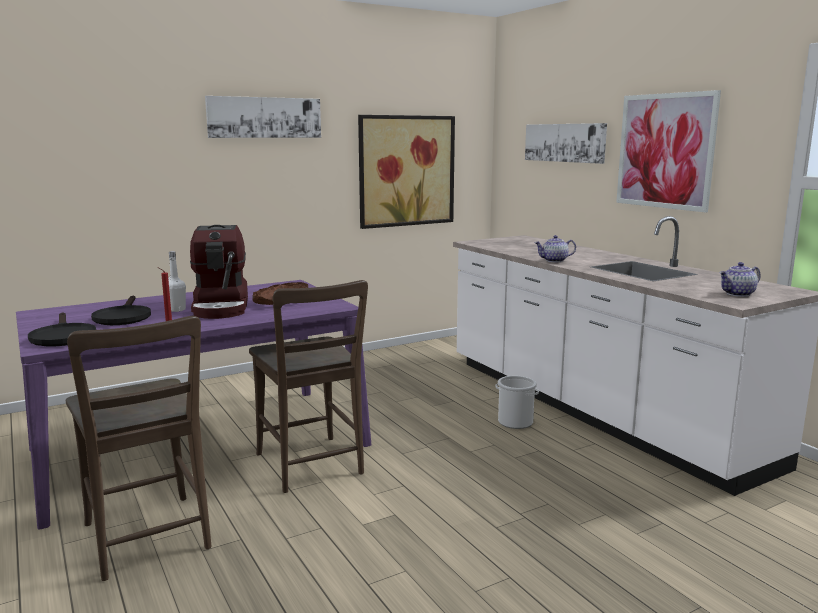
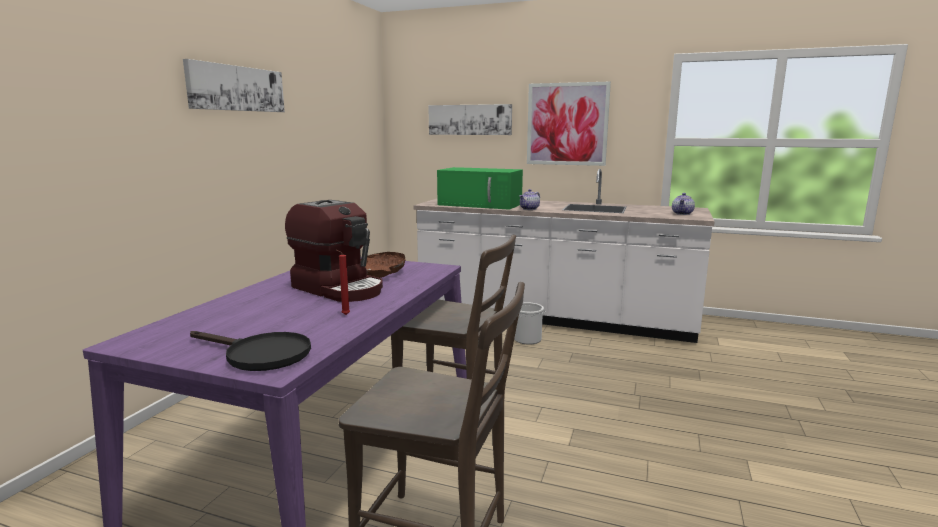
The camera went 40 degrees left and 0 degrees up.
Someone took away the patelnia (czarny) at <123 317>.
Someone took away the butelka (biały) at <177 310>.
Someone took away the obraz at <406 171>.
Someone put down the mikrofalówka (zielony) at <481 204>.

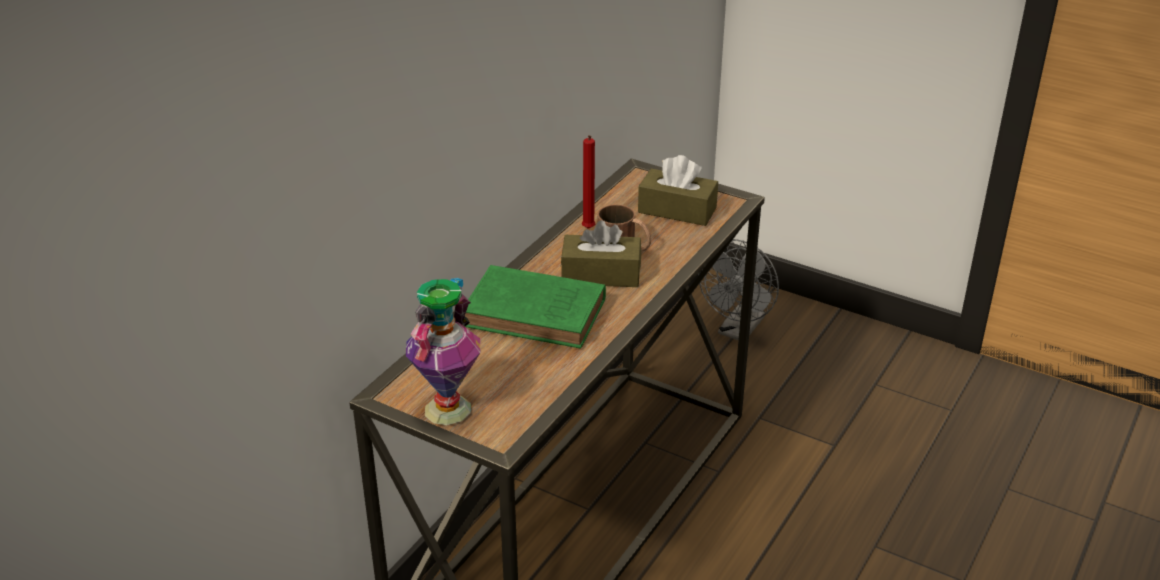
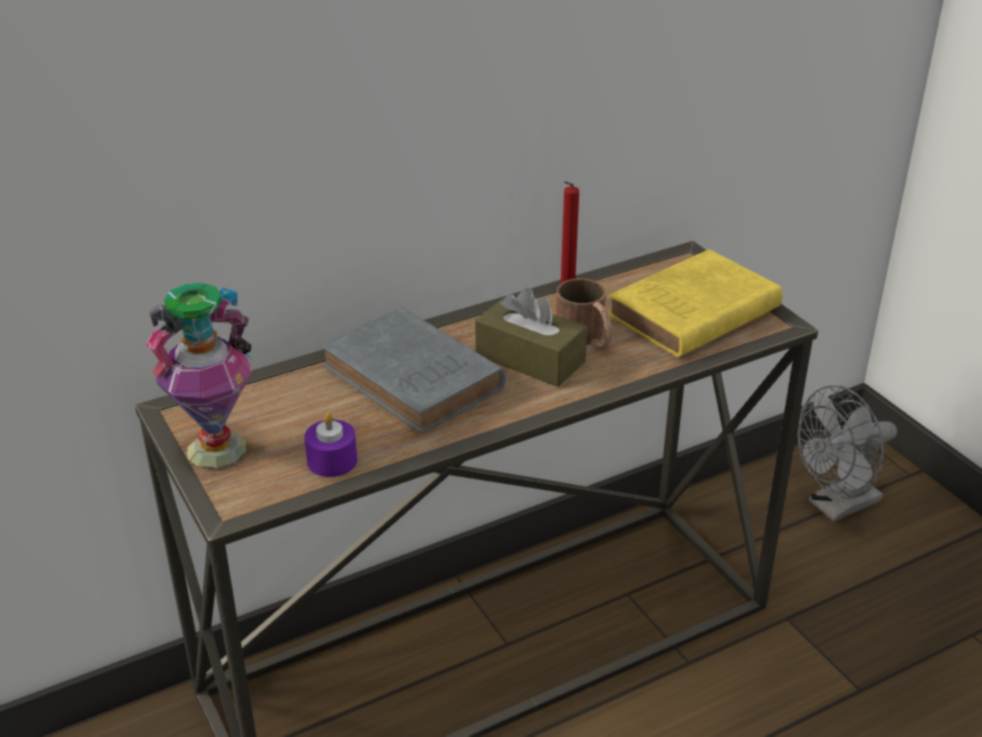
The camera went 30 degrees right and 0 degrees up.
Someone put down the świeca (fioletowy) at <332 460>.
Someone swapped the pudełko chusteczek (brązowy) at <677 210> for the książka (żółty) at <690 313>.
Someone repainted the książka (zielony) at <538 314>, which became the książka (szary) at <415 379>.

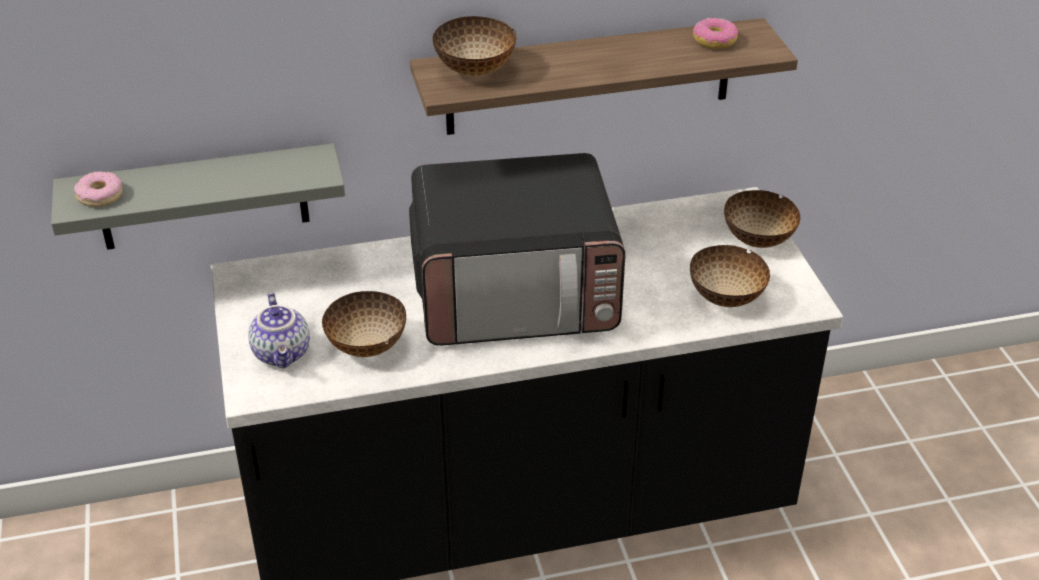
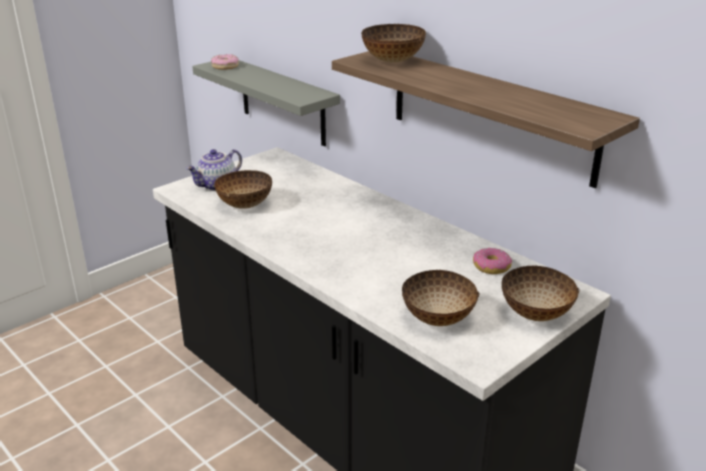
The camera went 60 degrees right and 10 degrees down.
Someone took away the mikrofalówka at <516 293>.
Someone carried the donut from <714 41> to <491 267>.

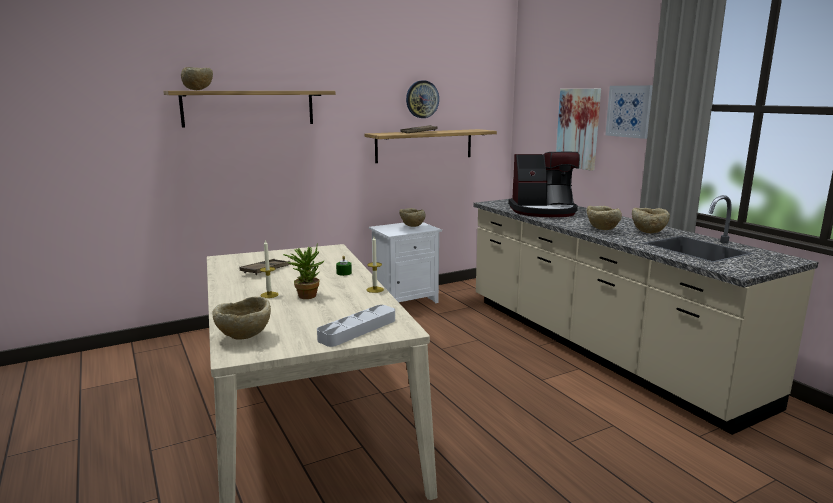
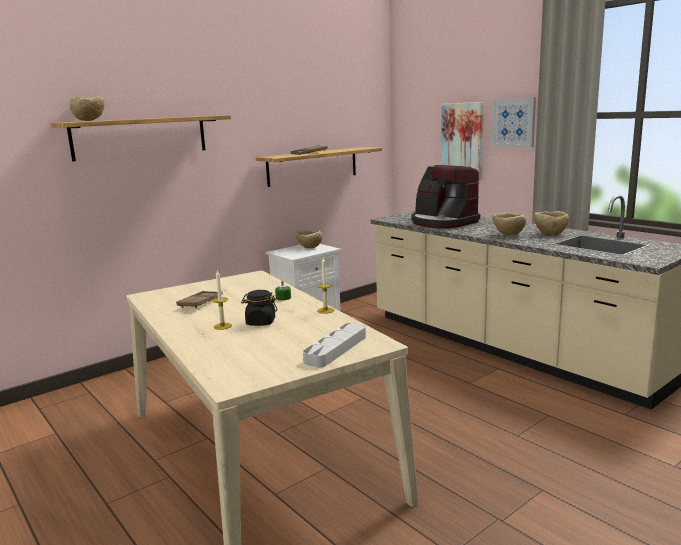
The camera went 10 degrees left and 0 degrees up.
Someone took away the miska (beżowy) at <244 338>.
Someone took away the zegar ścienny at <422 99>.
Someone swapped the roślina doniczkowa at <306 295> for the słoik (czarny) at <260 322>.
Someone rotated the ekspres do kawy at <543 211> by 60 degrees clockwise.

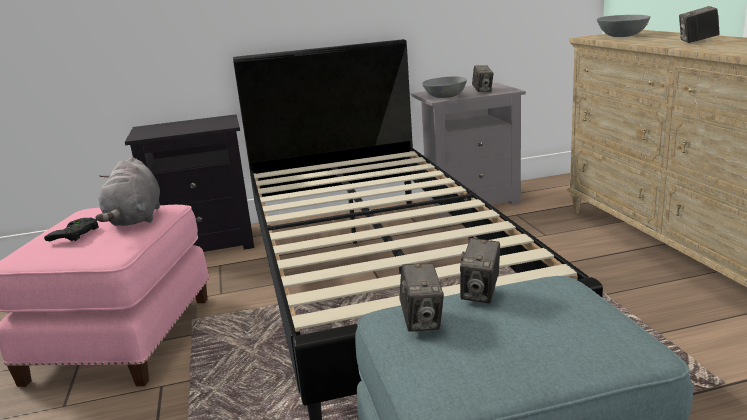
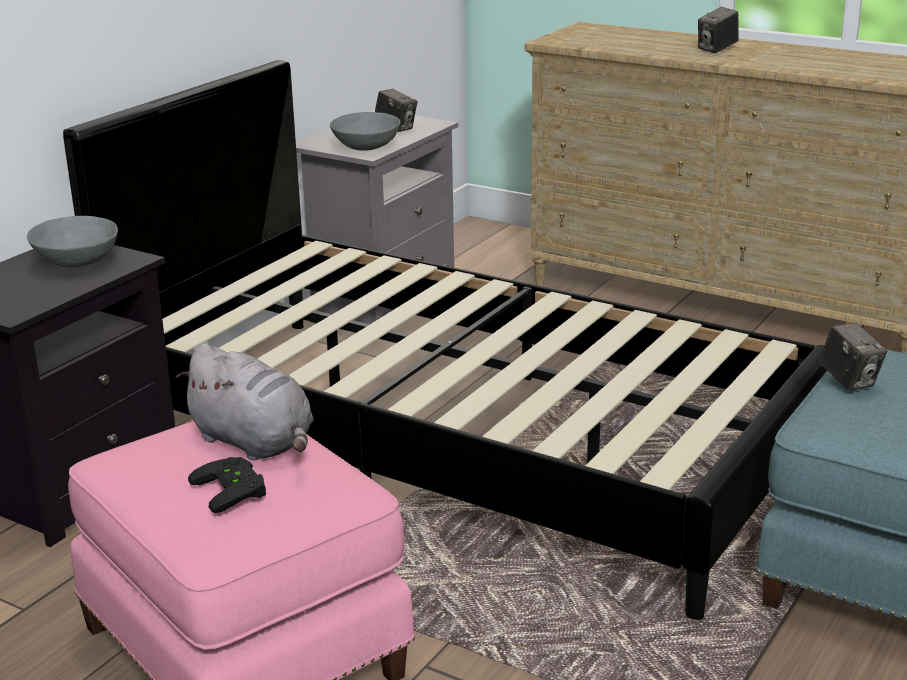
The camera went 45 degrees left and 5 degrees up.
Someone took away the aparat fotograficzny at <422 321>.
Someone carried the miska (szary) from <621 36> to <76 261>.

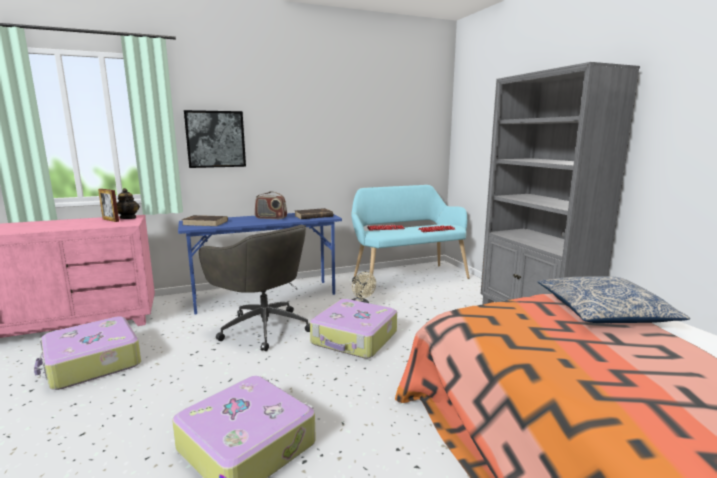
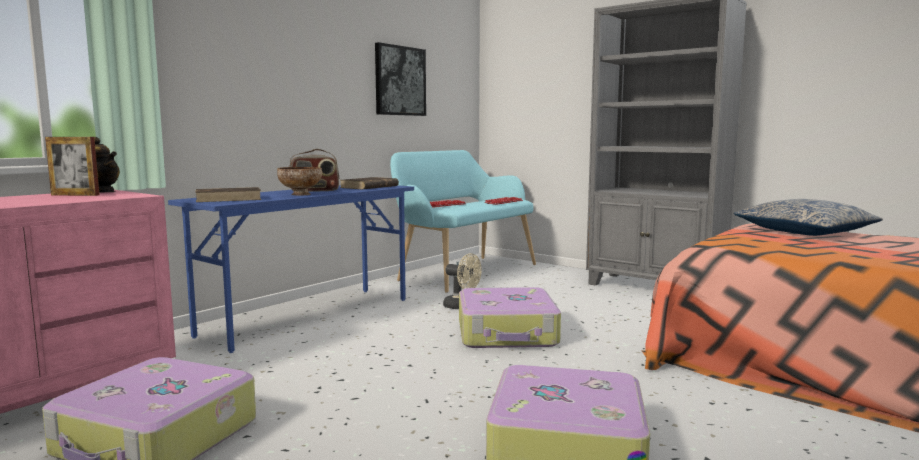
The camera went 30 degrees left and 5 degrees down.
Someone took away the krzesło biurowe (szary) at <263 327>.
Someone put down the miska at <300 194>.
Someone carried the obraz from <215 139> to <399 81>.

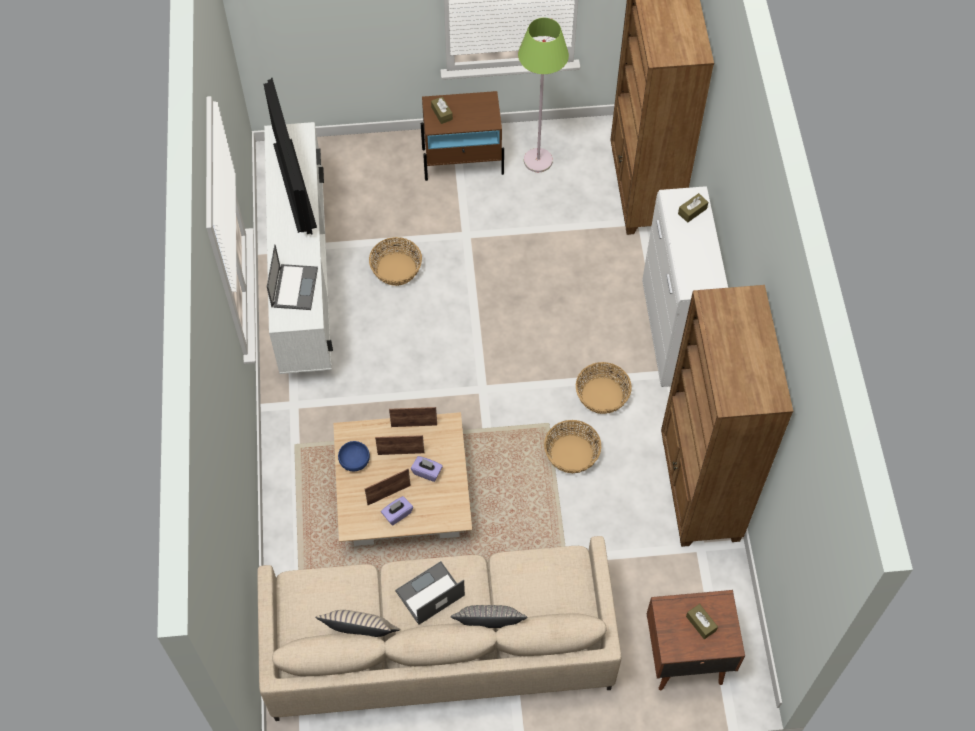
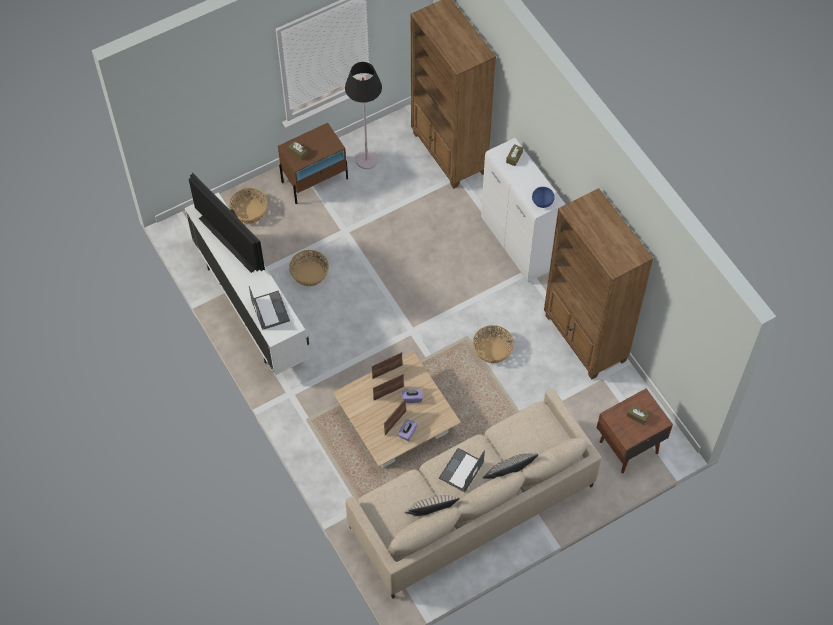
The camera went 25 degrees left and 0 degrees up.
Someone carried the miska (niebieski) from <354 461> to <542 201>.
Someone carried the koszyk from <602 395> to <249 211>.
Someone repainted the lampa stojąca (zielony) at <538 160>, which became the lampa stojąca (czarny) at <367 160>.

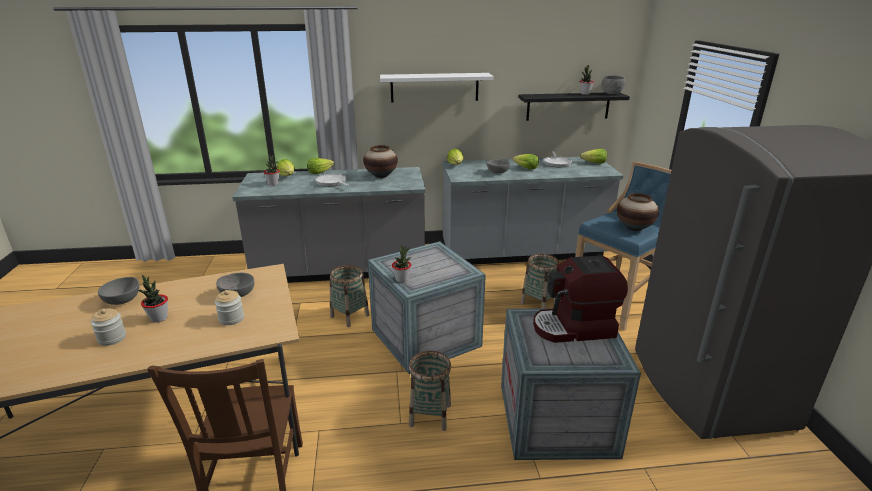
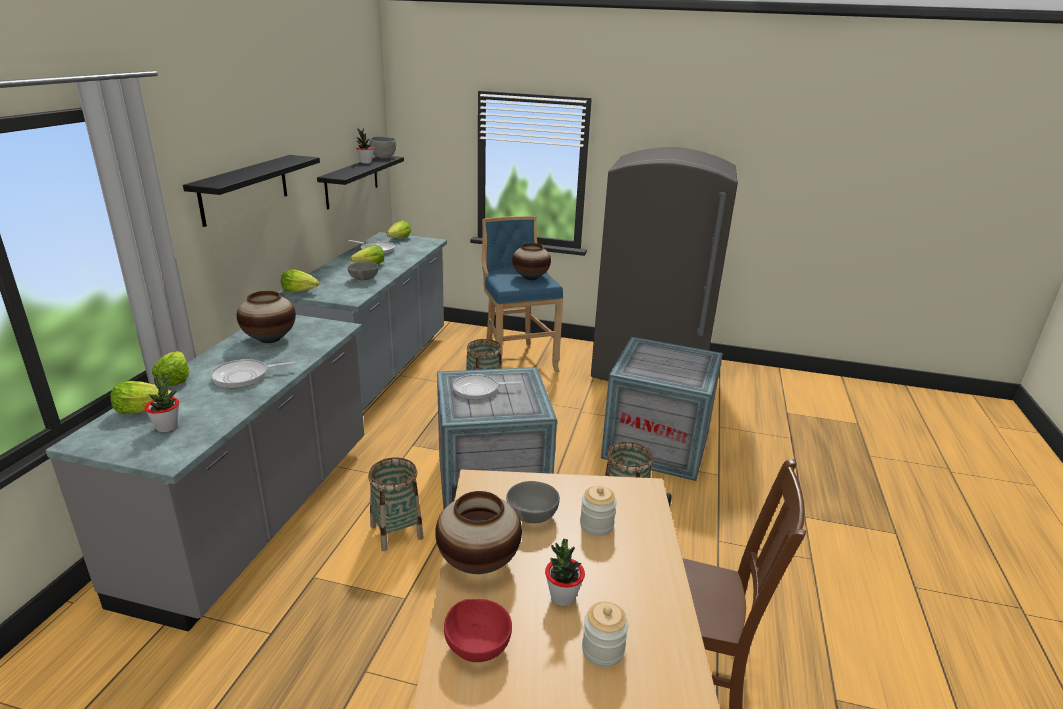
The camera went 70 degrees left and 0 degrees up.
Someone took away the roślina doniczkowa at <402 279>.
Someone took away the ekspres do kawy at <574 328>.
Someone put down the wazon at <479 562>.
Someone put down the patelnia at <479 390>.
Someone repainted the miska (szary) at <124 300>, which became the miska (czerwony) at <478 644>.
Someone repainted the półka (biały) at <434 87>, which became the półka (czarny) at <245 189>.

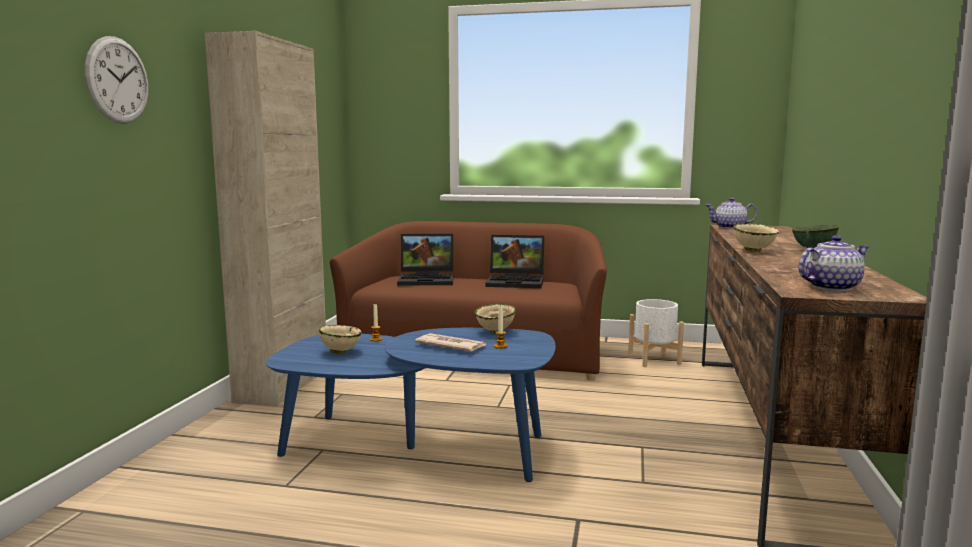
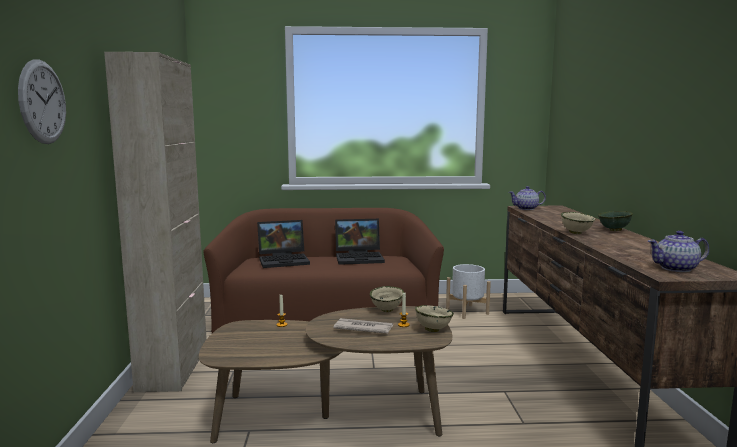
The camera went 15 degrees left and 0 degrees up.
Someone carried the miska (beżowy) from <340 352> to <432 330>.
Someone repainted the ława (niebieski) at <416 446>, which became the ława (brązowy) at <329 415>.
Someone rotated the imbryk at <830 287> by 150 degrees counterclockwise.

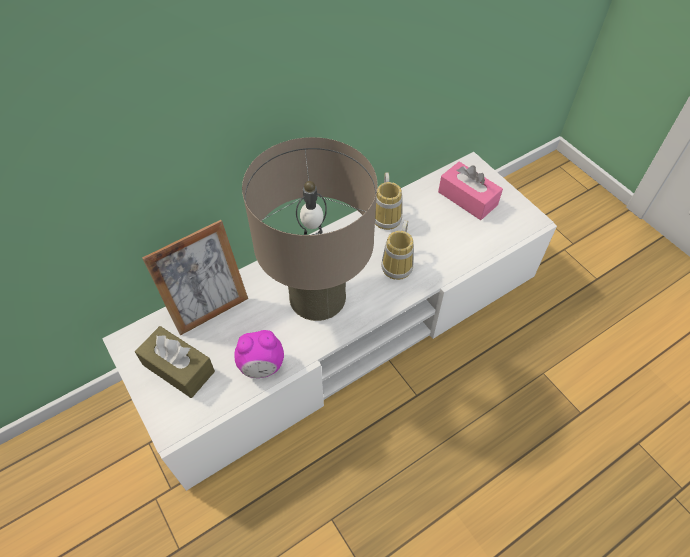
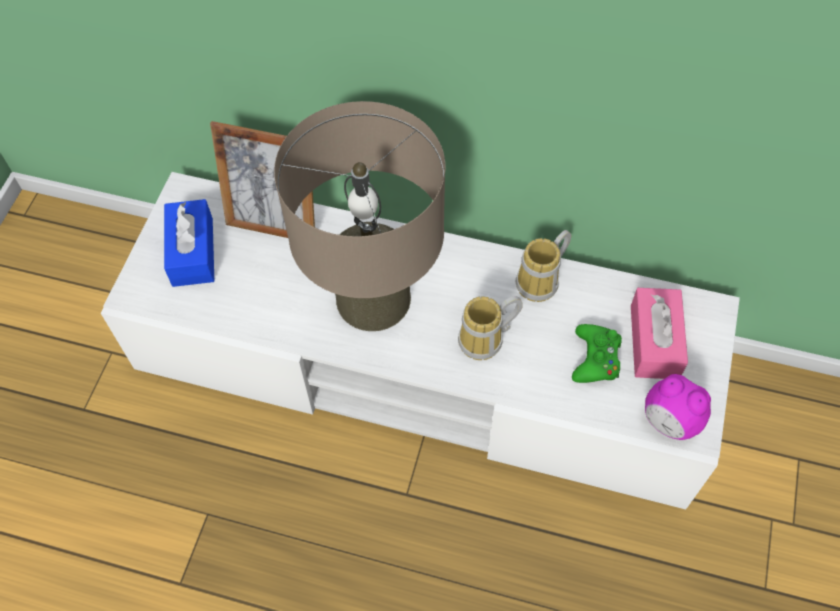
The camera went 50 degrees right and 5 degrees up.
Someone put down the pad do gier (zielony) at <596 359>.
Someone carried the budzik from <262 366> to <669 421>.
Someone repainted the pudełko chusteczek (brązowy) at <178 368>, which became the pudełko chusteczek (niebieski) at <192 252>.

